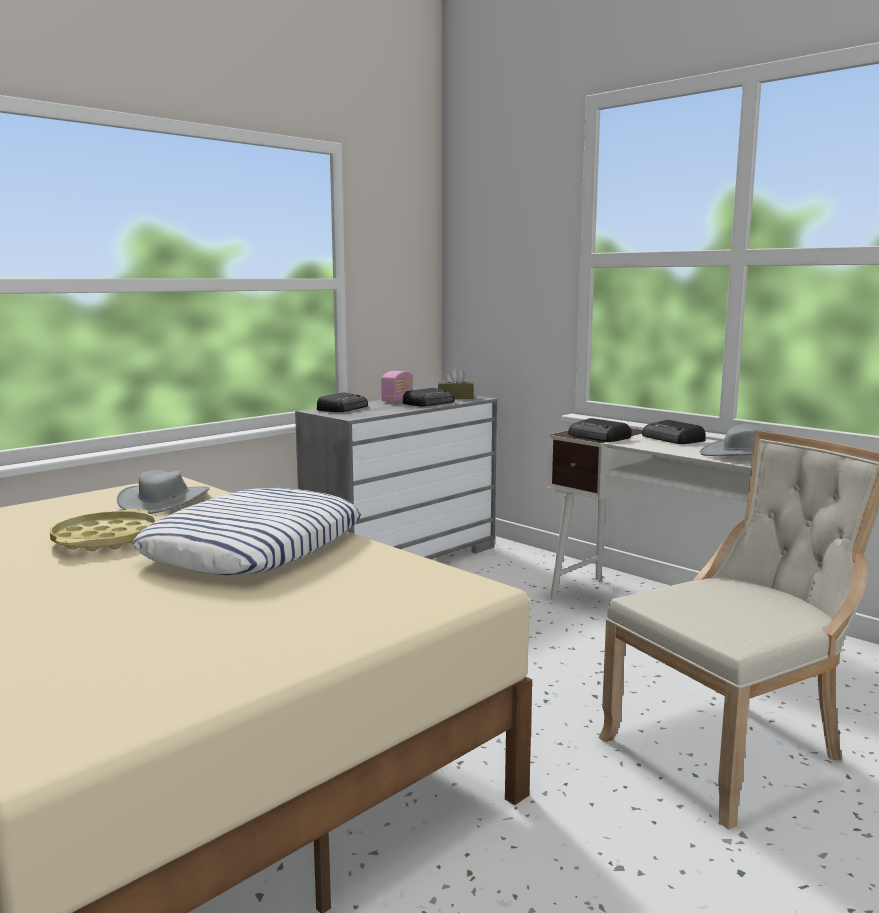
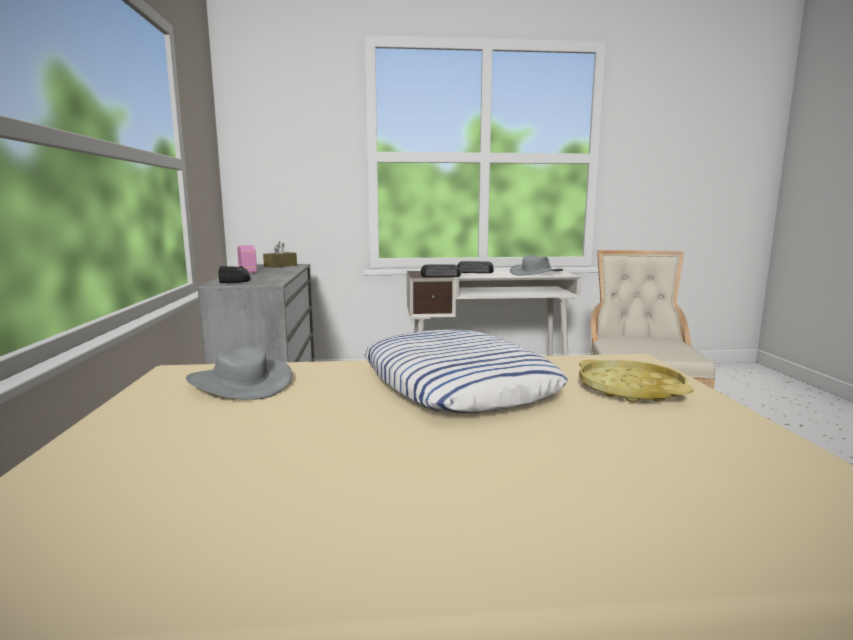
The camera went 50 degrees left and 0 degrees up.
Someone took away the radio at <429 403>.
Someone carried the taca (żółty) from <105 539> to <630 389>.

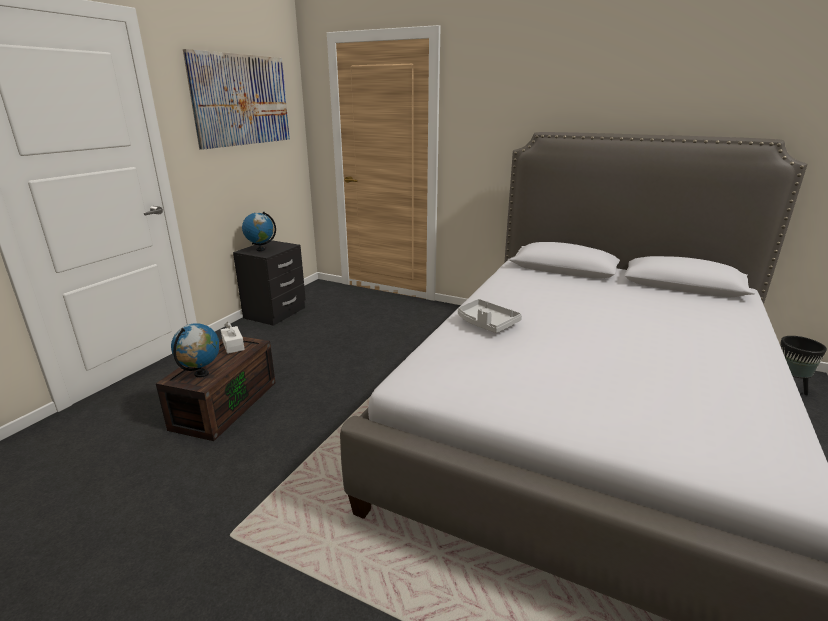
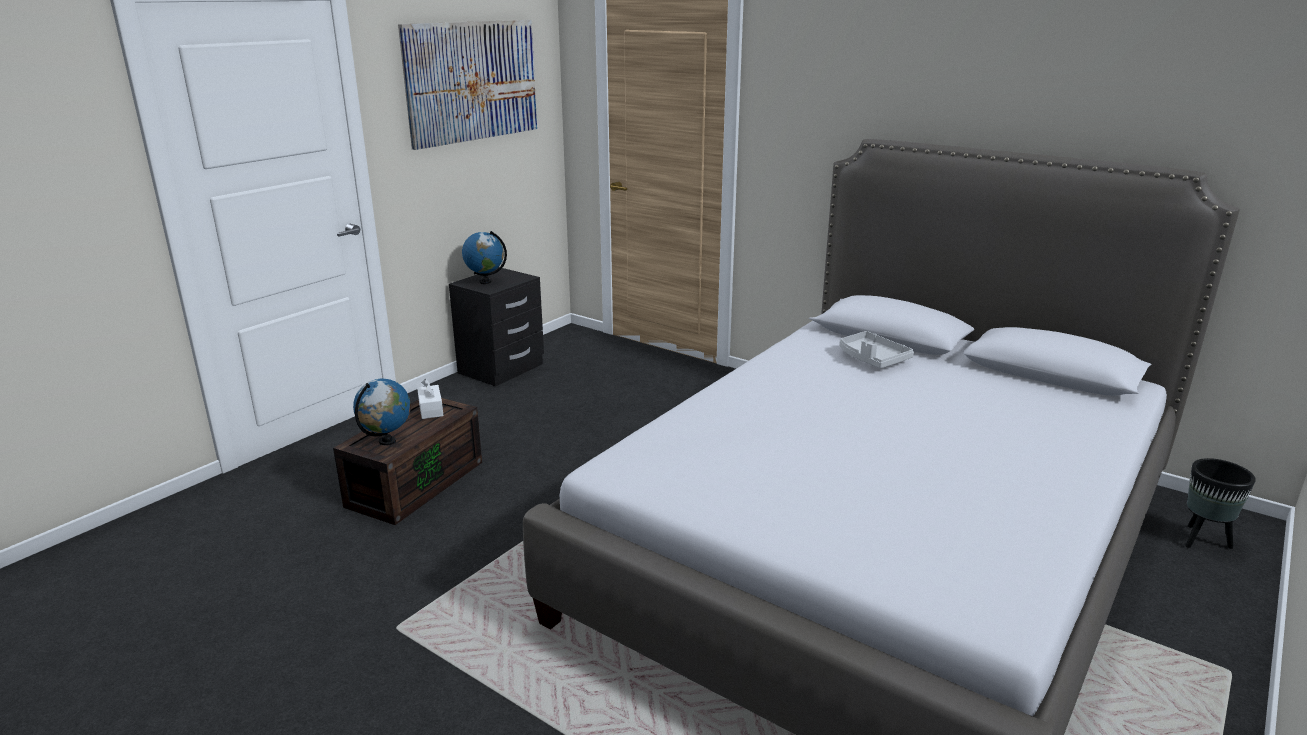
The camera went 10 degrees right and 0 degrees up.
Someone carried the taca (szary) from <486 323> to <872 359>.

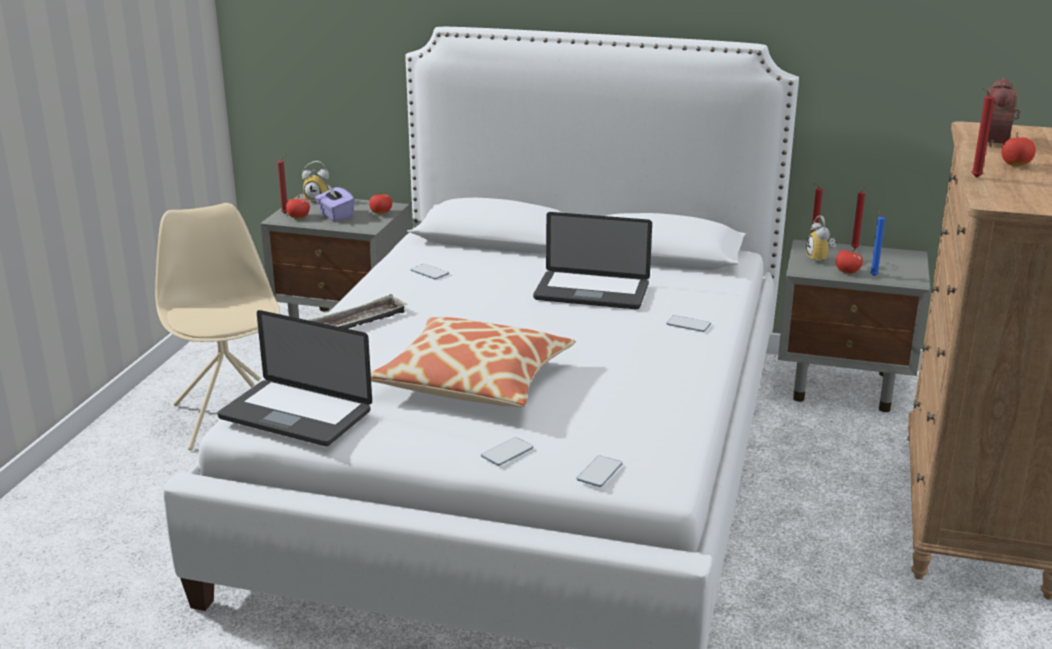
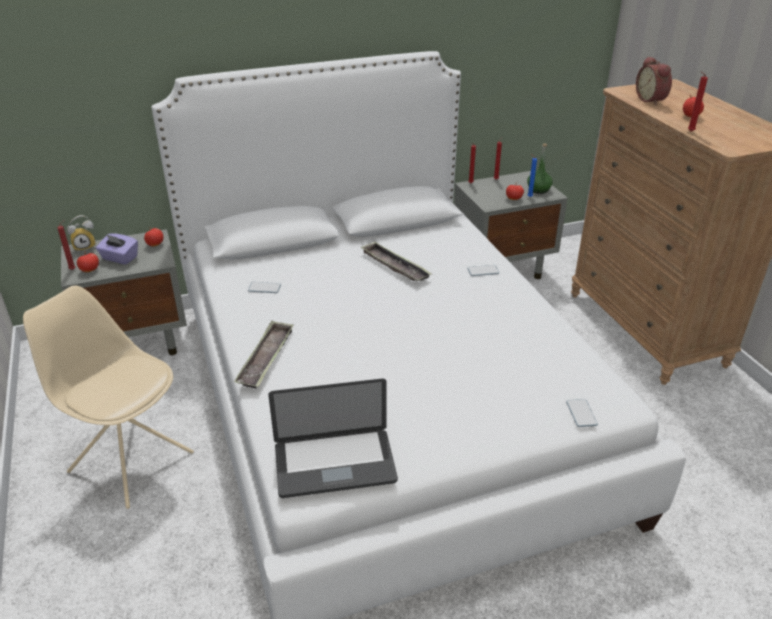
The camera went 35 degrees left and 10 degrees up.
Someone took away the poduszka at <473 381>.
Someone took away the telefon at <507 452>.
Someone took away the budzik at <820 259>.
Someone put down the butelka (zielony) at <538 189>.
Someone swapped the laptop at <591 292> for the taca at <395 266>.

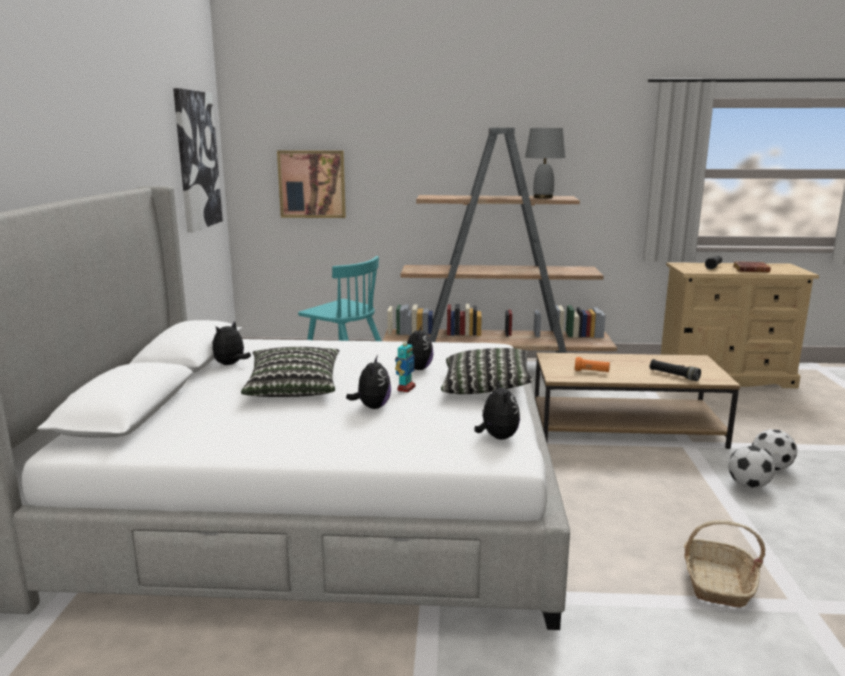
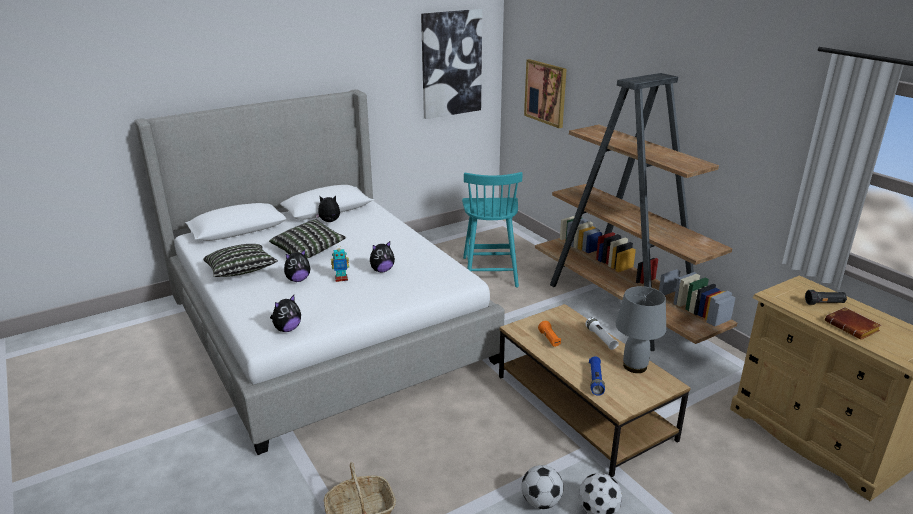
The camera went 55 degrees right and 10 degrees up.
Someone put down the latarka (biały) at <601 338>.
Someone carried the poduszka from <486 388> to <241 272>.
Someone carried the lampa stołowa (szary) from <542 197> to <635 366>.
Someone repainted the latarka (czarny) at <674 375>, which became the latarka (niebieski) at <595 380>.

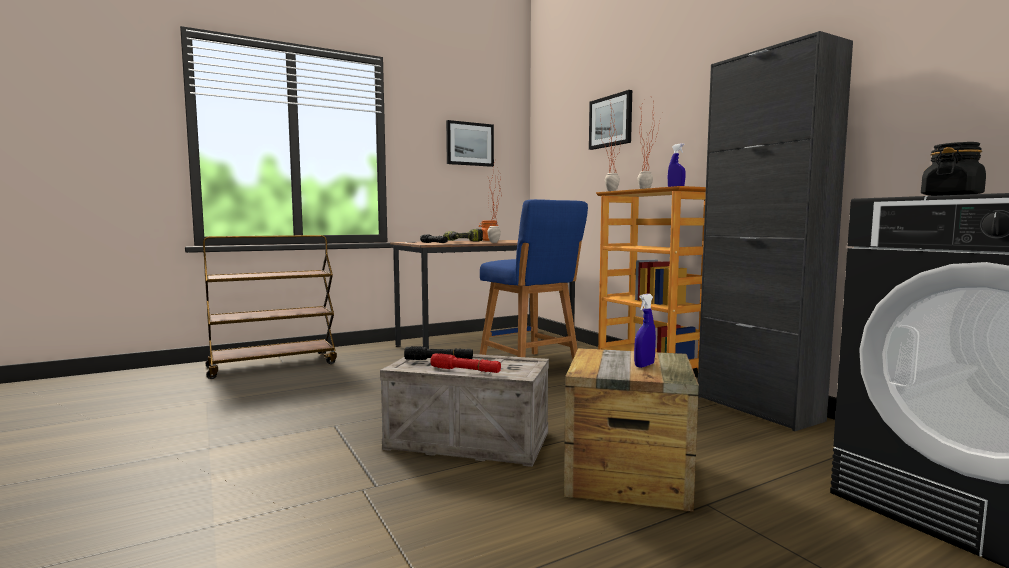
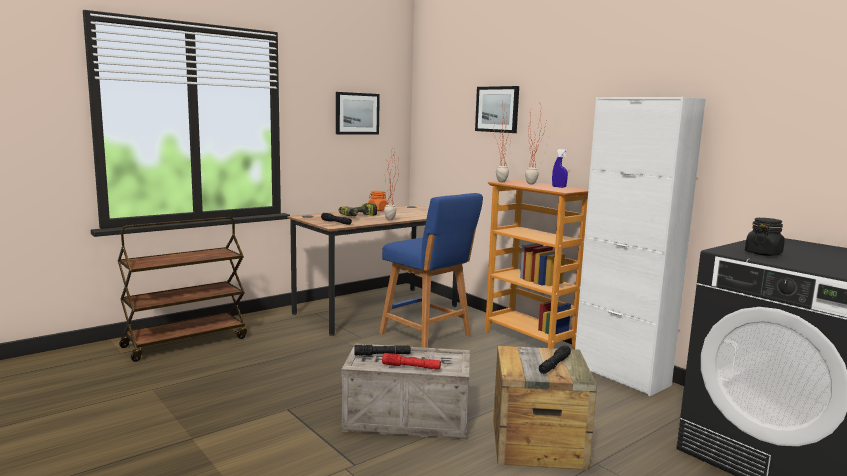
The camera went 10 degrees left and 5 degrees up.
Someone swapped the spryskiwacz (niebieski) at <644 365> for the latarka (czarny) at <554 365>.
Someone repainted the szafka (czarny) at <757 408>, which became the szafka (biały) at <621 375>.

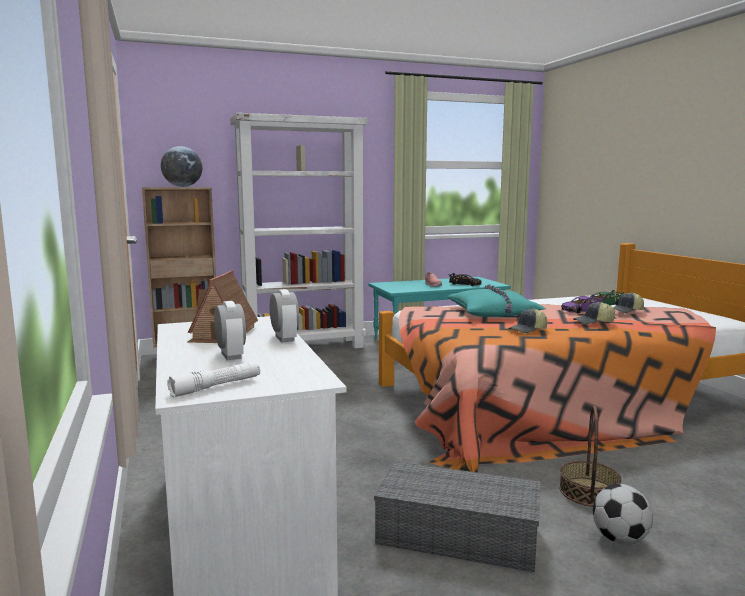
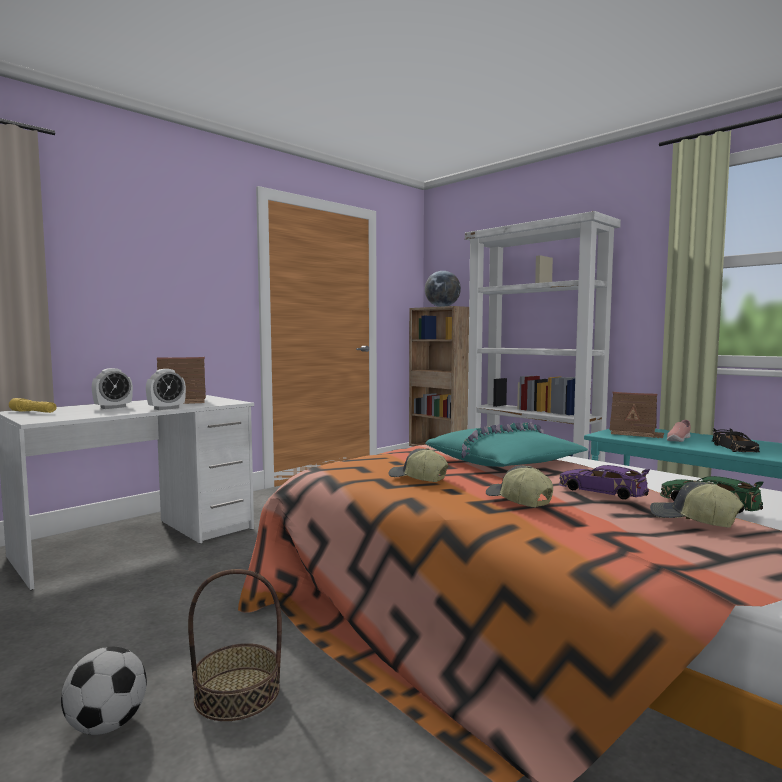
The camera went 65 degrees right and 5 degrees down.
Someone took away the pojemnik do przechowywania (szary) at <455 536>.
Someone put down the domek at <636 433>.
Someone repainted the latarka (biały) at <216 387>, which became the latarka (żółty) at <33 412>.

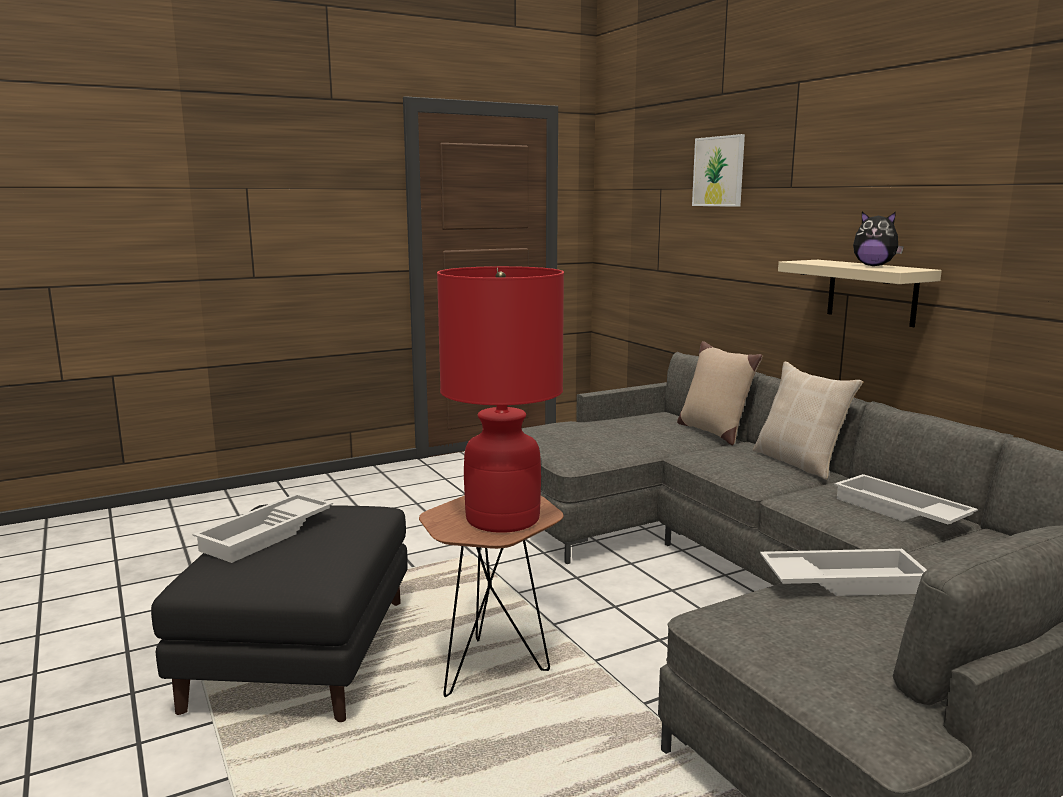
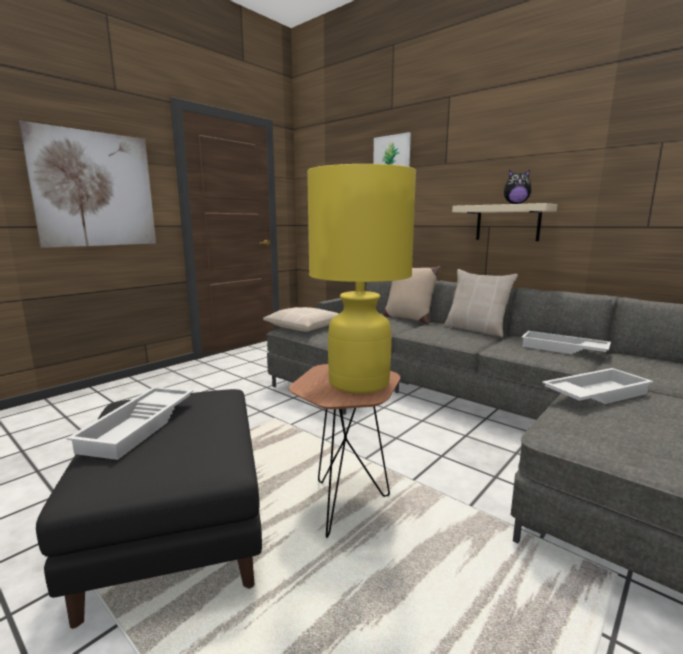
The camera went 20 degrees left and 0 degrees up.
Someone put up the obraz at <95 190>.
Someone put down the poduszka (beżowy) at <306 327>.
Someone repainted the lampa stołowa (czerwony) at <503 519>, which became the lampa stołowa (żółty) at <359 383>.

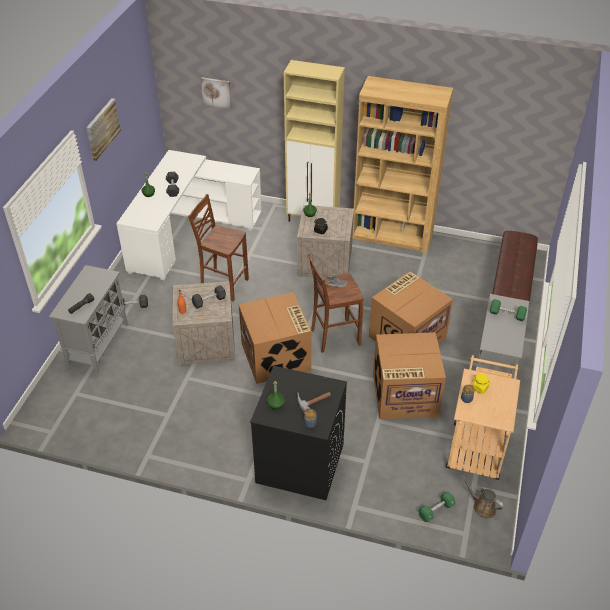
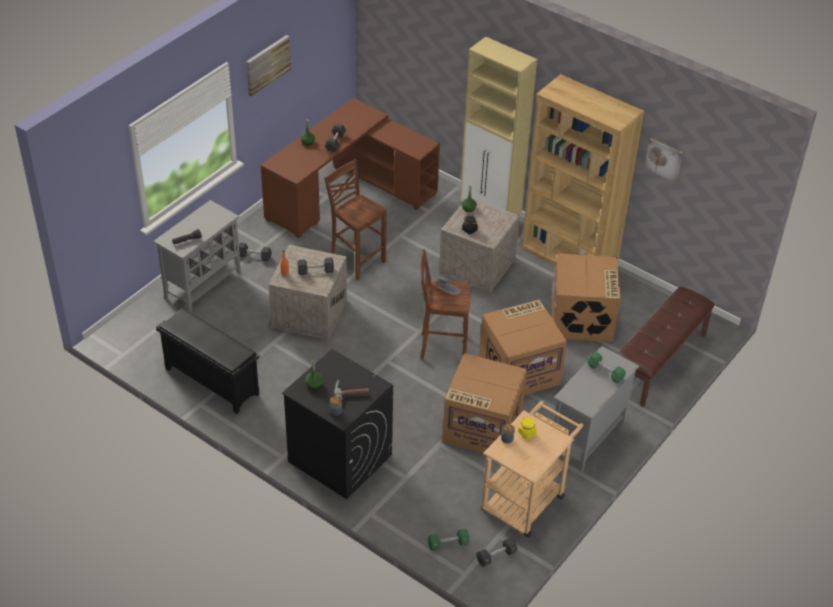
The camera went 20 degrees right and 0 degrees up.
Someone put down the regał na buty (czarny) at <210 381>.
Someone carried the obraz from <216 92> to <664 159>.
Someone carried the karton from <277 357> to <582 319>.
Someone swapped the konewka (brązowy) at <482 507> for the hantel (czarny) at <496 556>.
Someone repainted the biurko (biały) at <187 232>, which became the biurko (brązowy) at <347 193>.

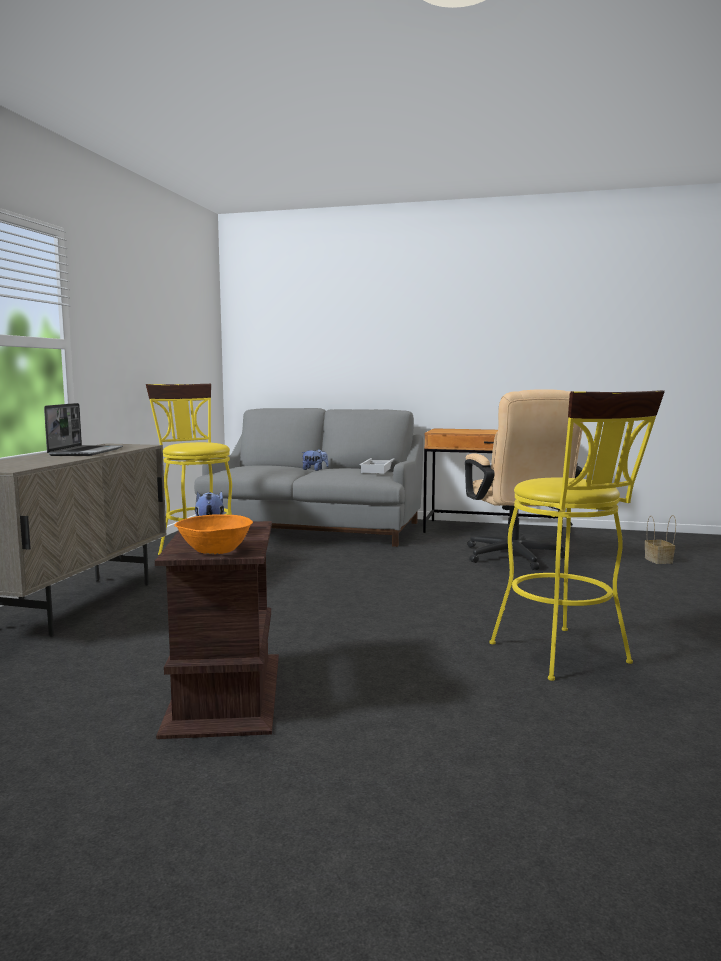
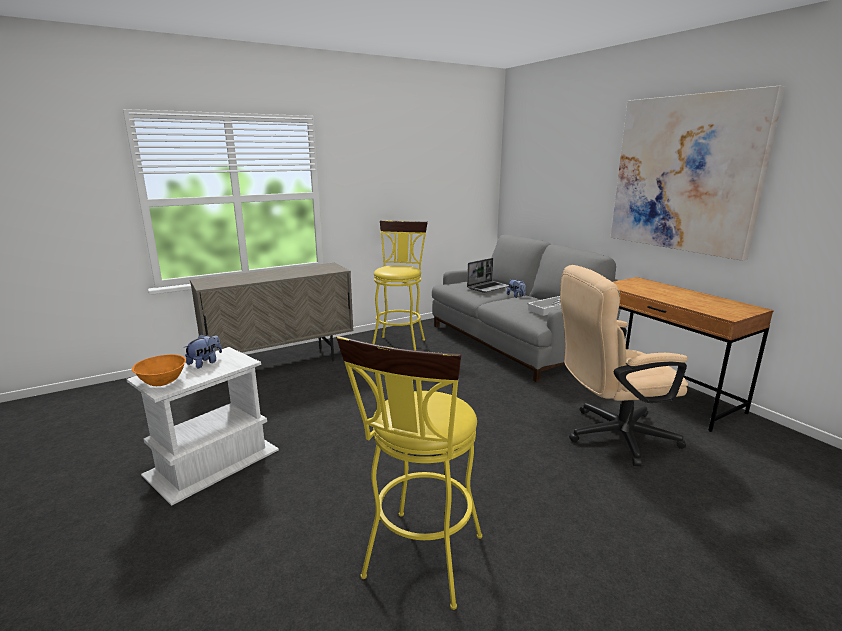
The camera went 45 degrees right and 10 degrees up.
Someone took away the koszyk at <659 560>.
Someone put up the obraz at <686 174>.
Someone carried the laptop from <86 452> to <488 287>.
Someone repainted the stolik (brązowy) at <225 692>, which became the stolik (biały) at <213 461>.
Someone rotated the krzesło biurowe (beżowy) at <516 559> by 45 degrees clockwise.

